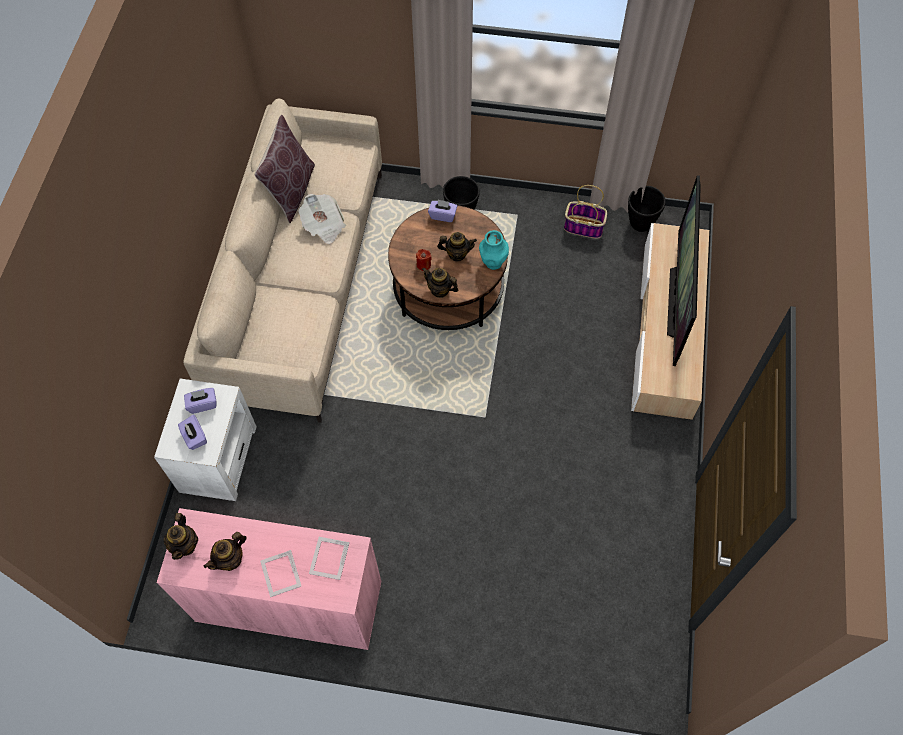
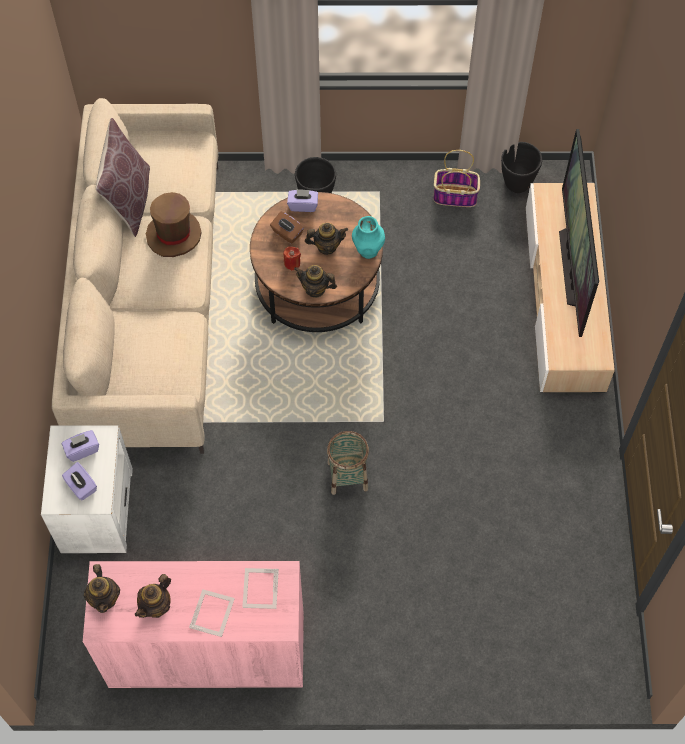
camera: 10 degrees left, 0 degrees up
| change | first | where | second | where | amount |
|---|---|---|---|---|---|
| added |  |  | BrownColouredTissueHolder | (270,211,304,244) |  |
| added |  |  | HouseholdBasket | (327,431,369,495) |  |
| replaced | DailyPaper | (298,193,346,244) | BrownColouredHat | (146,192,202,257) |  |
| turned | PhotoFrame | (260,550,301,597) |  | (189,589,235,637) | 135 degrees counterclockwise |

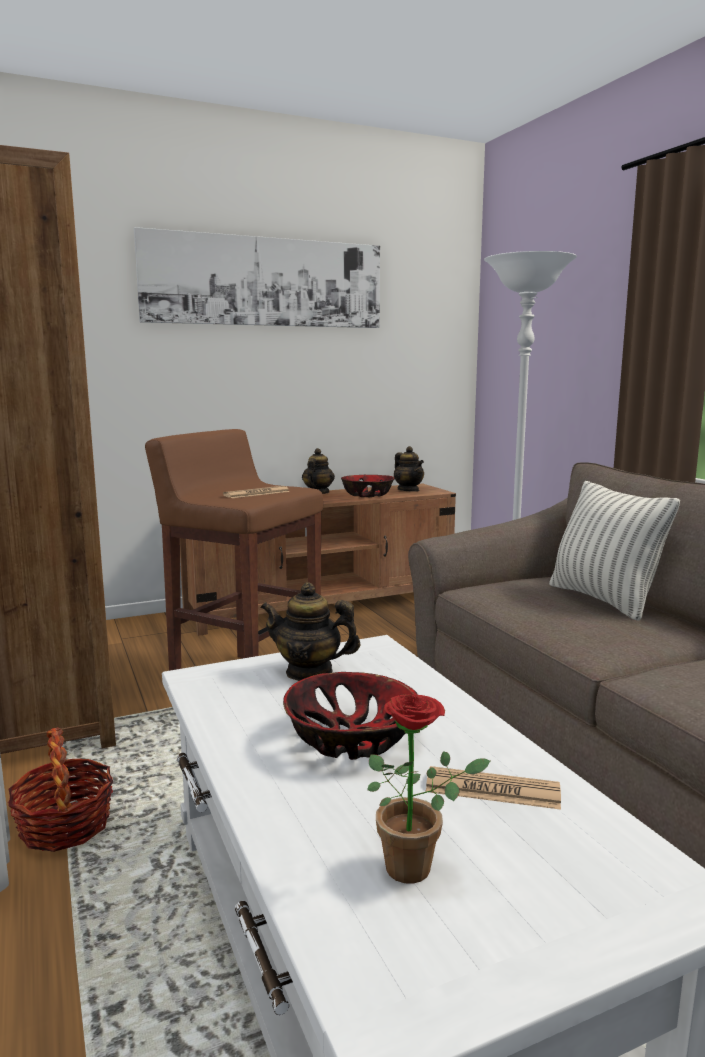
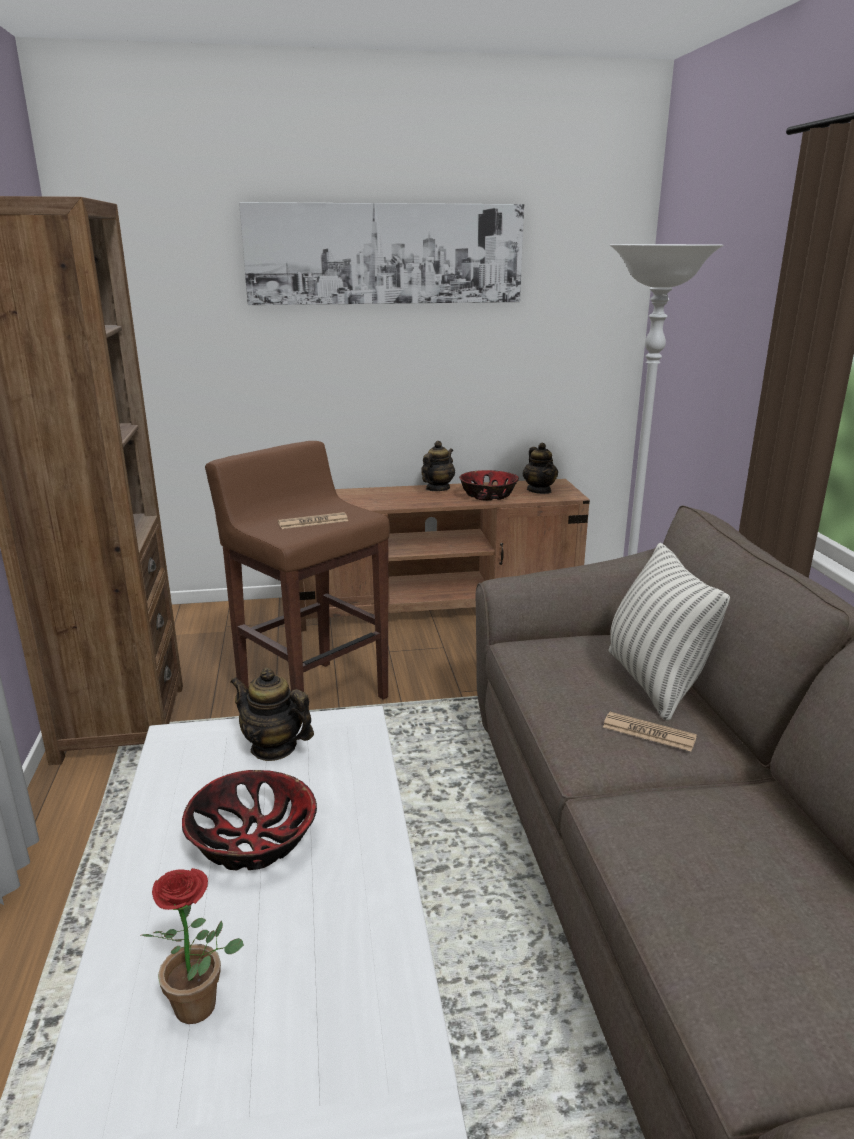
camera: 15 degrees right, 10 degrees up
| change | first | where | second | where | amount |
|---|---|---|---|---|---|
| removed | HouseholdBasket | (8,727,113,852) |  |  |  |
| moved | DailyPaper | (426,766,561,810) |  | (603,712,697,751) |  |

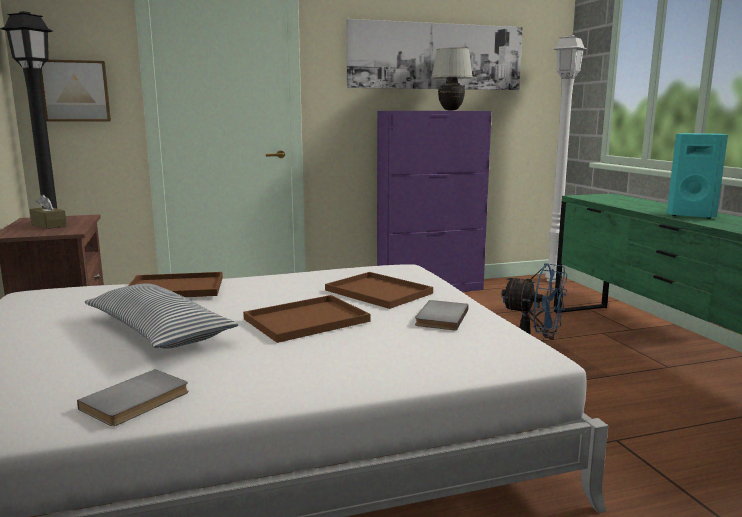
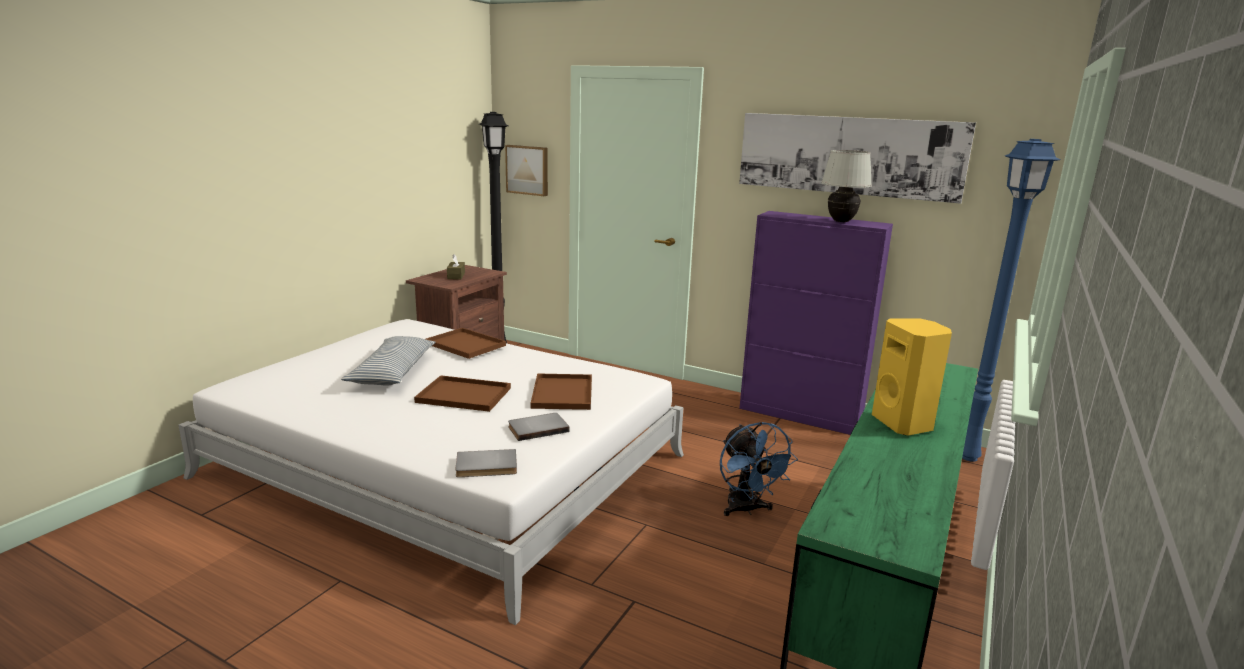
camera: 45 degrees right, 5 degrees up
| change | first | where | second | where | amount |
|---|---|---|---|---|---|
| moved | GreyBook | (77,369,188,426) |  | (455,449,517,477) |  |
| recoloured | WhiteColouredStandardLamp | (545,35,587,282) | BlueColouredStandardLamp | (962,139,1060,462) |  |
| recoloured | BlueGreenSpeaker | (667,133,728,219) | YellowColouredSpeaker | (872,319,952,436) |  |

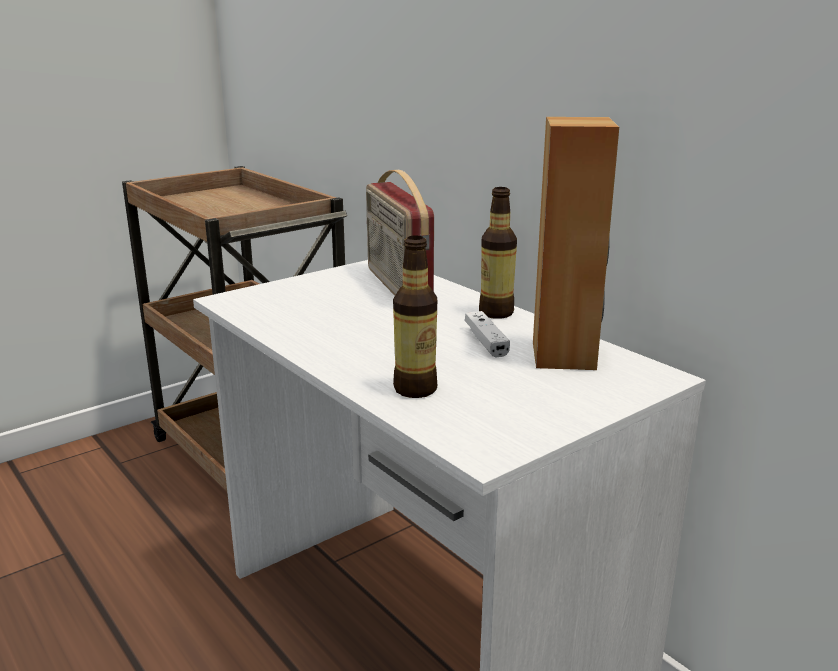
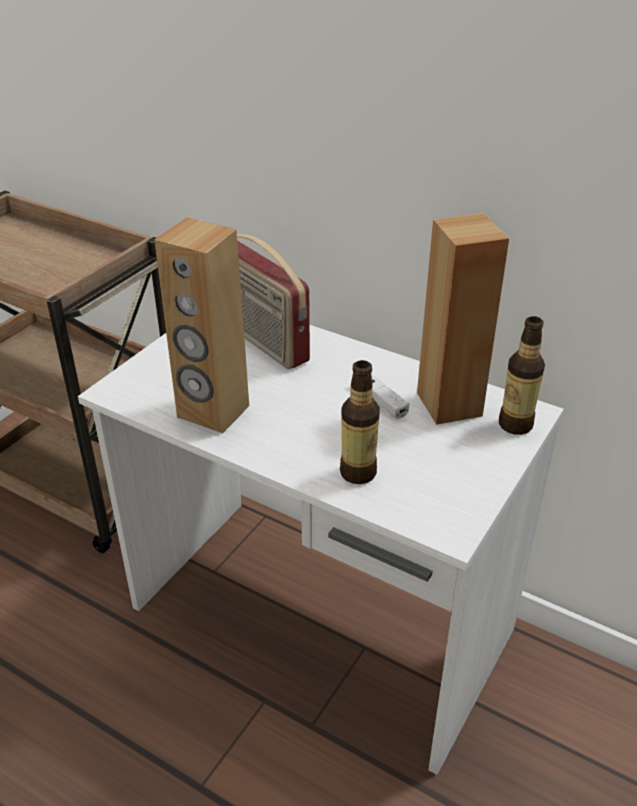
camera: 20 degrees left, 15 degrees up
| change | first | where | second | where | amount |
|---|---|---|---|---|---|
| added |  |  | BrownColouredSpeaker | (154,217,249,433) |  |
| moved | DrinkBottle | (479,187,517,319) |  | (499,316,545,435) |  |

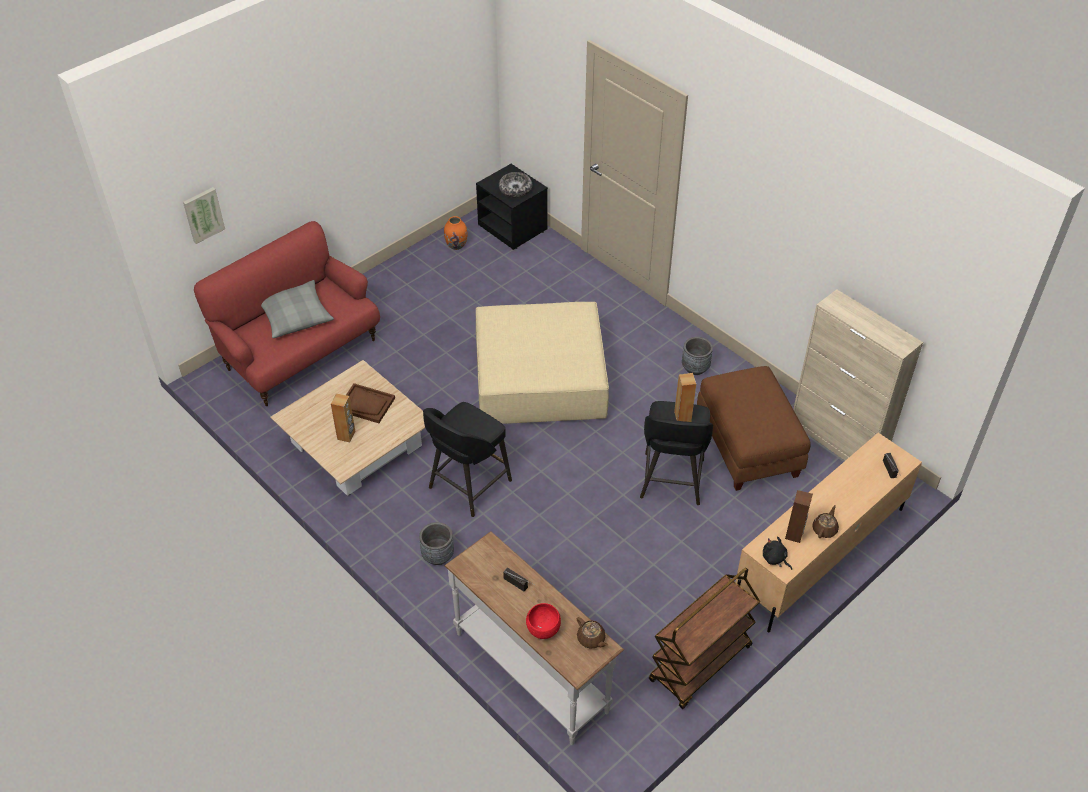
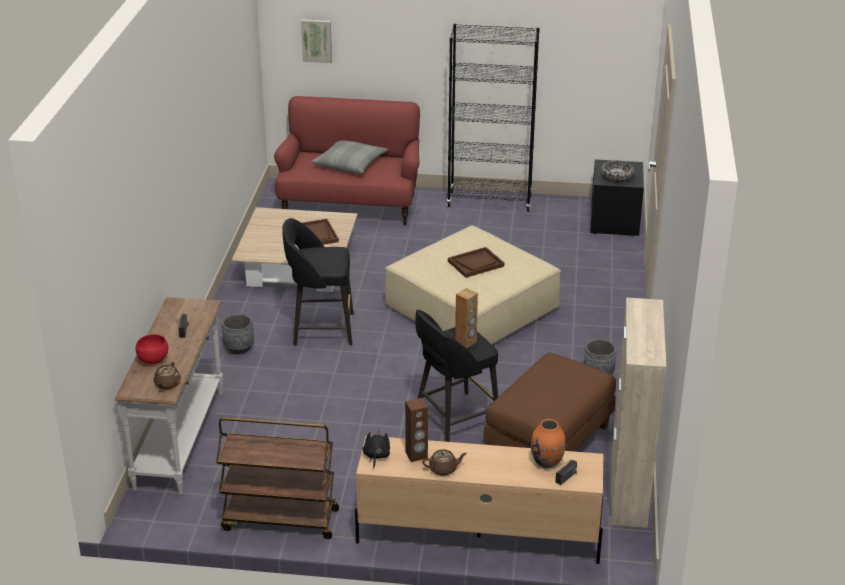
camera: 50 degrees right, 15 degrees down
| change | first | where | second | where | amount |
|---|---|---|---|---|---|
| removed | BrownColouredSpeaker | (331,394,355,442) |  |  |  |
| added |  |  | BlackishBookshelf | (447,24,540,212) |  |
| added |  |  | BrownColouredCarryingTray | (448,247,504,278) |  |
| moved | OrangeColouredDecorativeVase | (444,216,467,250) |  | (531,419,566,469) |  |

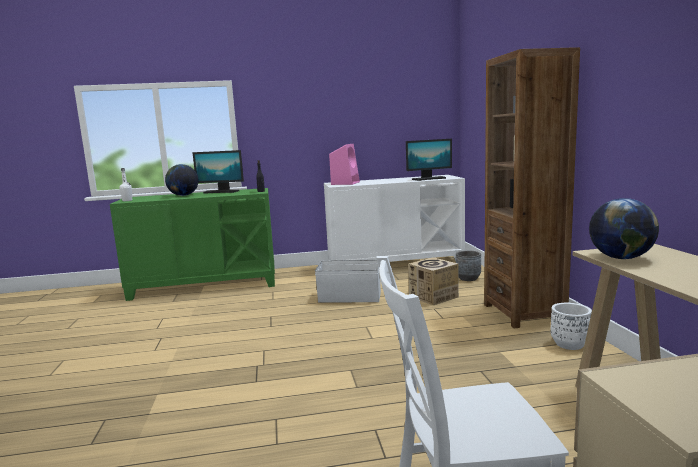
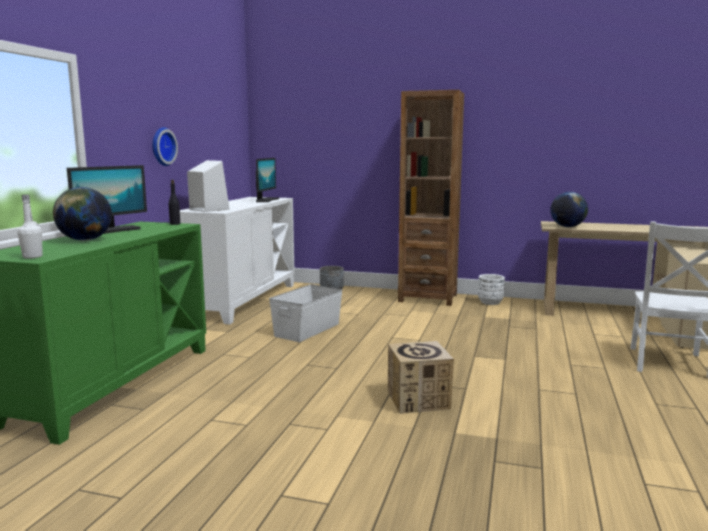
camera: 65 degrees left, 0 degrees up
| change | first | where | second | where | amount |
|---|---|---|---|---|---|
| added |  |  | ClockOnTheWall | (152,127,178,166) |  |
| moved | Carton | (408,257,459,305) |  | (388,341,454,414) |  |
| recoloured | PinkColouredSpeaker | (329,144,360,185) | WhiteColouredSpeaker | (187,160,230,212) |  |

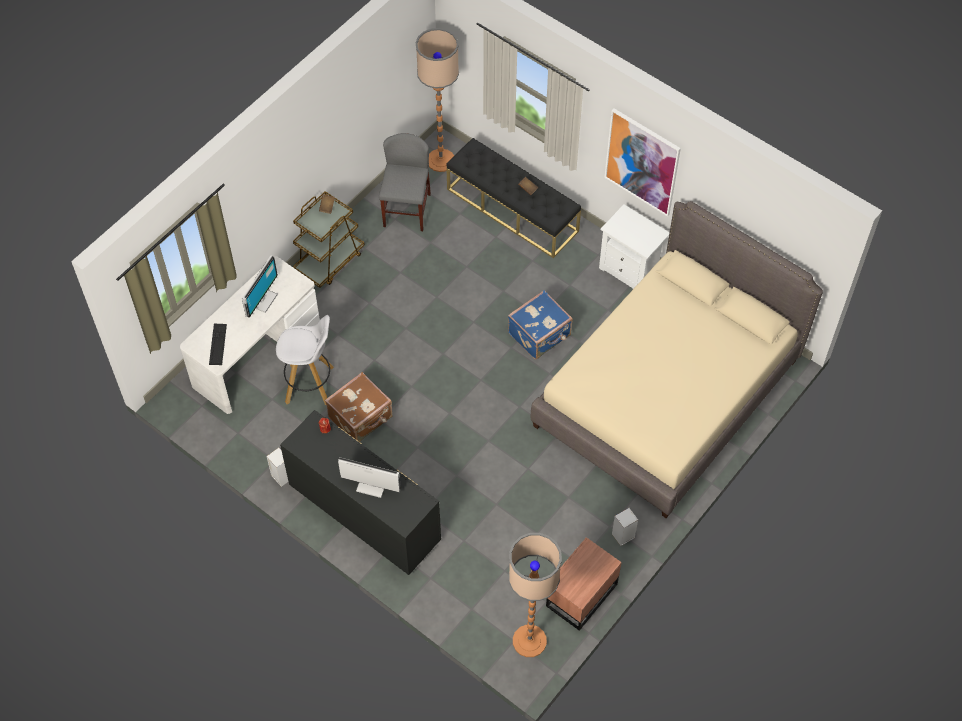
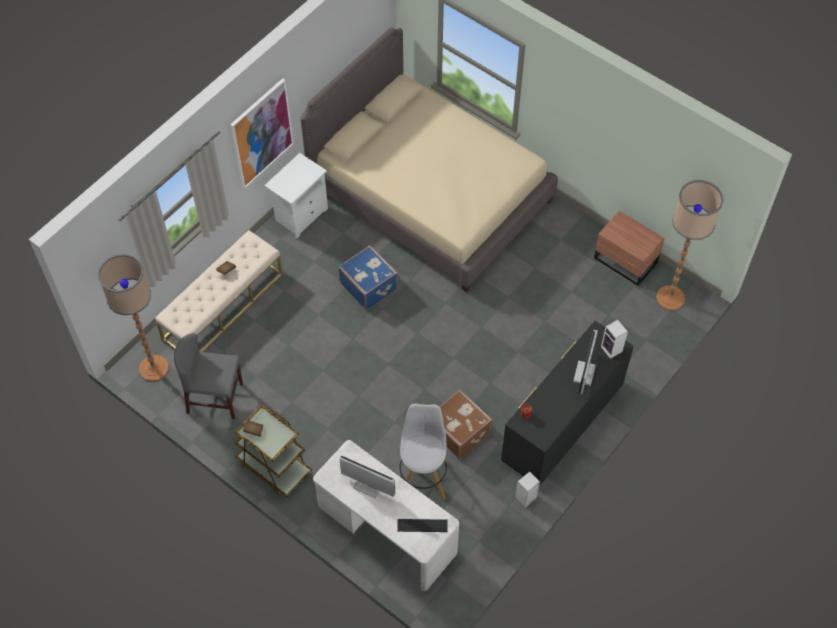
camera: 90 degrees left, 0 degrees up
| change | first | where | second | where | amount |
|---|---|---|---|---|---|
| moved | Speaker | (612,508,638,546) |  | (601,320,628,359) |  |
| recoloured | BlackishLongSeat | (446,138,581,258) | BeigeLongSeat | (155,230,283,352) |  |

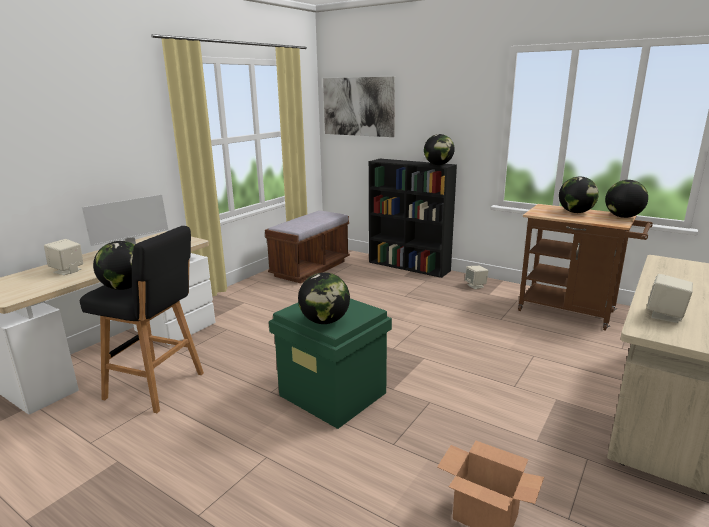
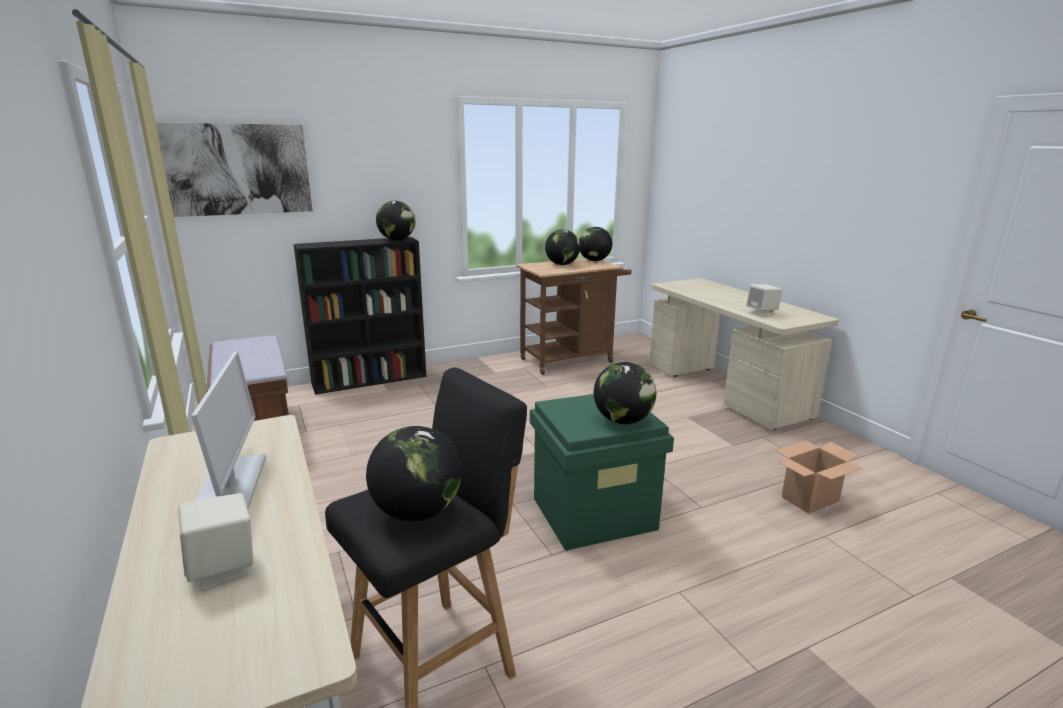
camera: 60 degrees left, 0 degrees up
| change | first | where | second | where | amount |
|---|---|---|---|---|---|
| removed | BeigeSpeaker | (465,266,488,289) |  |  |  |

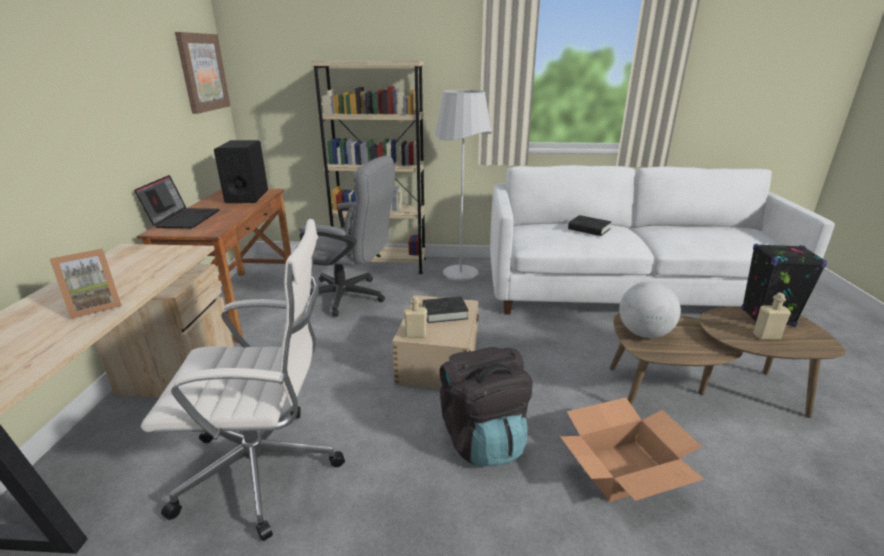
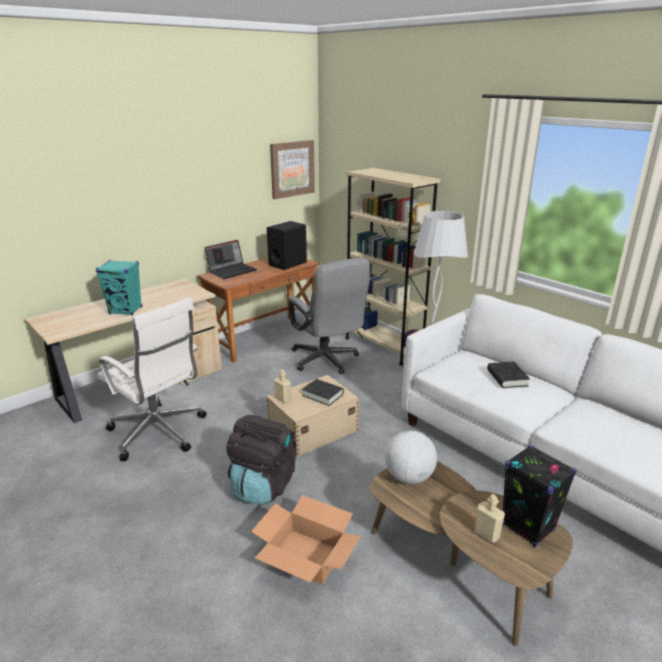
camera: 45 degrees right, 0 degrees up
| change | first | where | second | where | amount |
|---|---|---|---|---|---|
| replaced | PhotoFrame | (50,248,122,319) | BlueGreenSpeaker | (96,260,142,315) |  |

